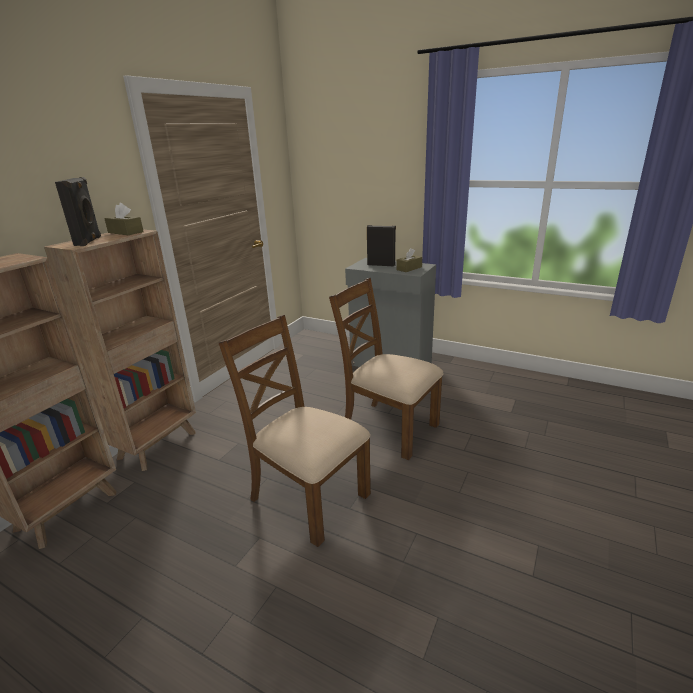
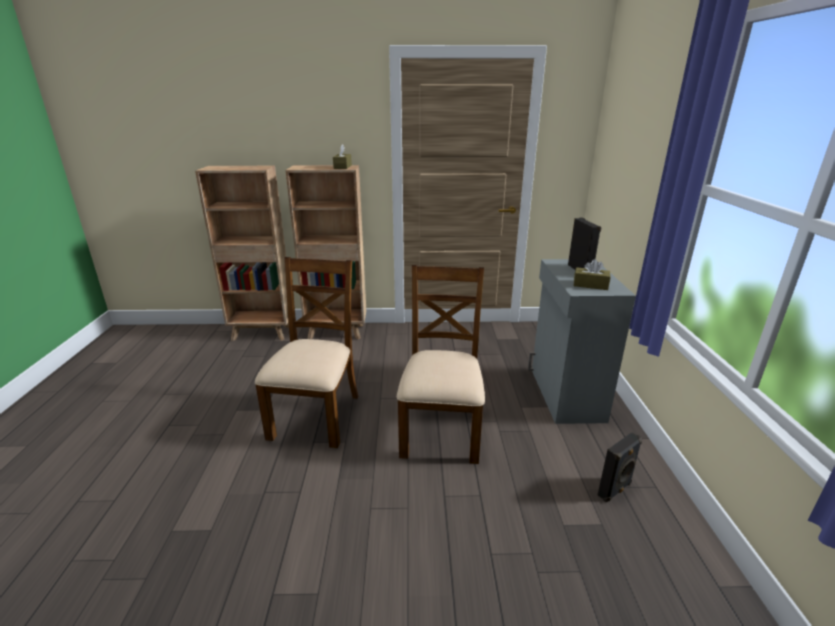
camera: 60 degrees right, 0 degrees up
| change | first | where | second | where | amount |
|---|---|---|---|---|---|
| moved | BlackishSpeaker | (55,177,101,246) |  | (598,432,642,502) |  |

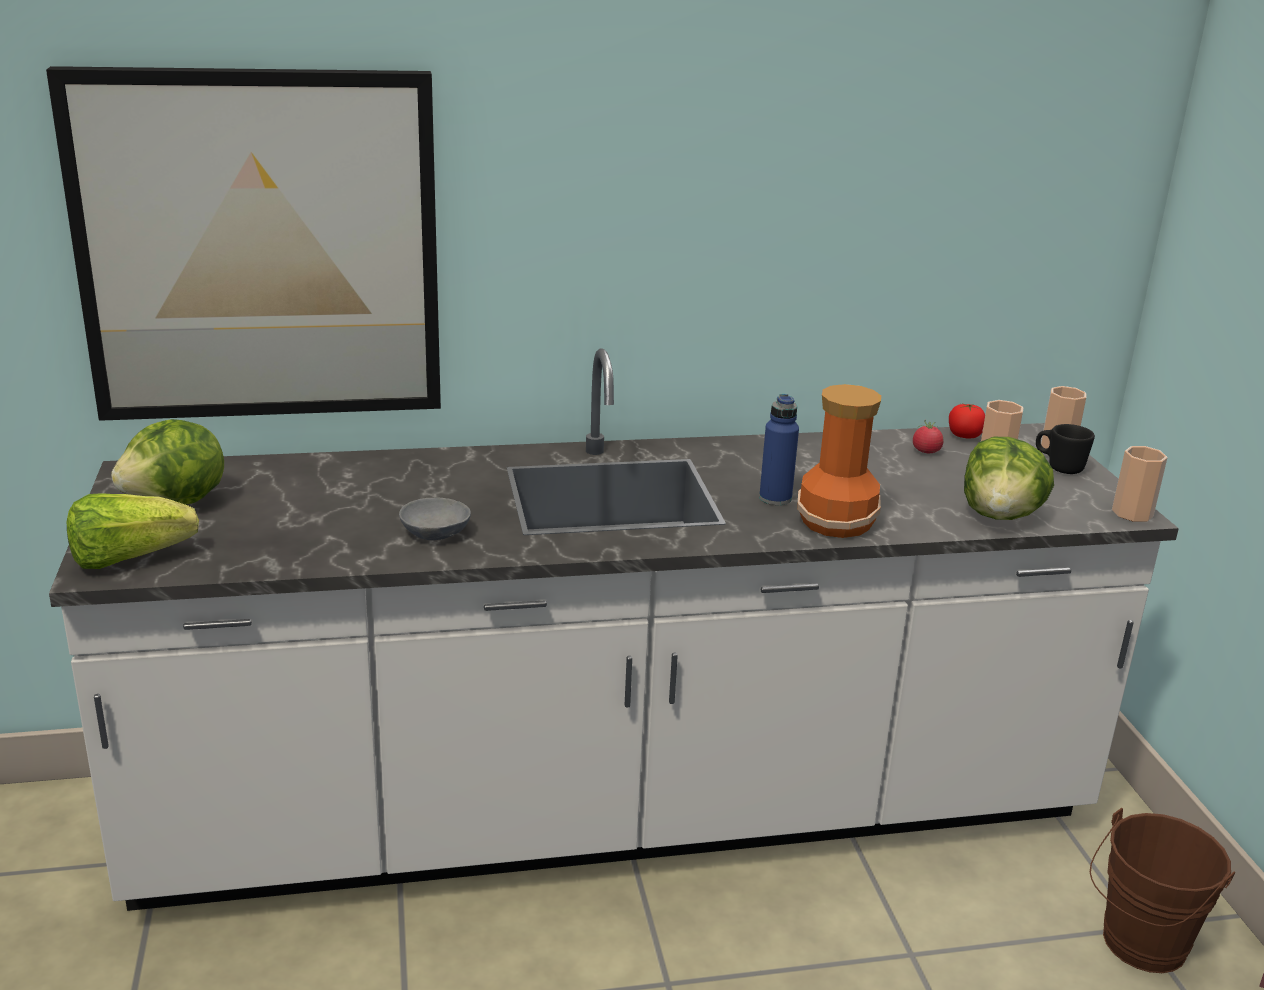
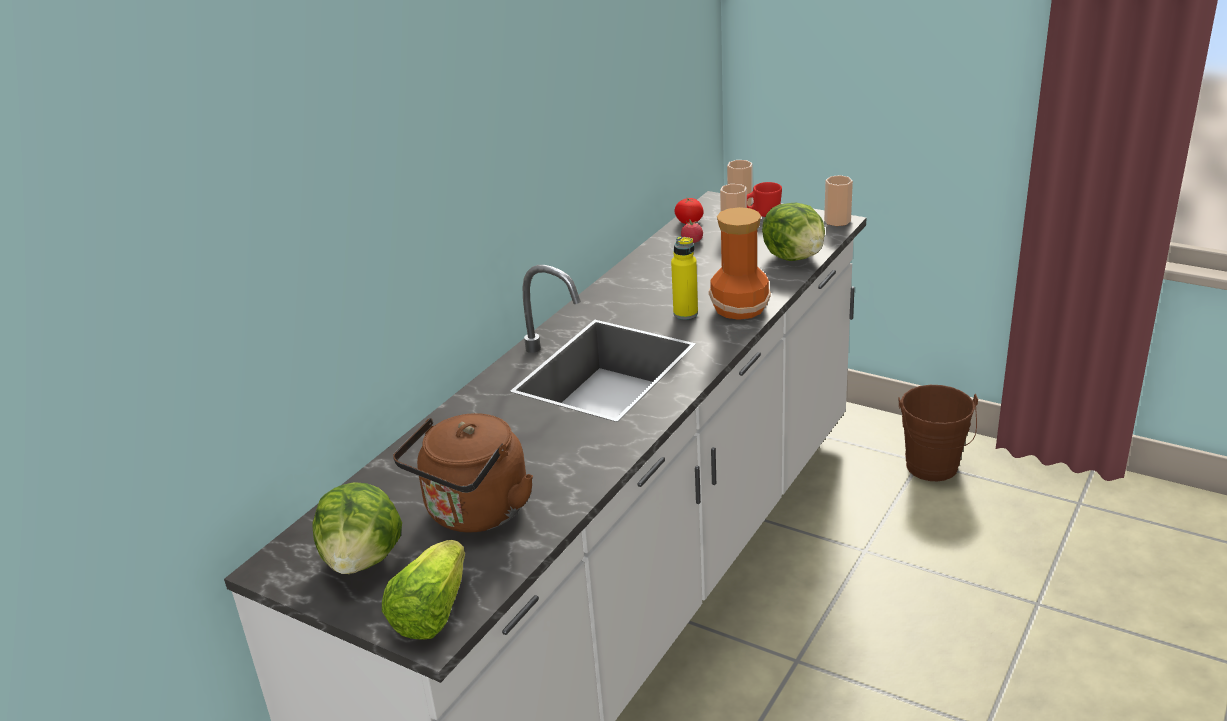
camera: 45 degrees left, 5 degrees up
| change | first | where | second | where | amount |
|---|---|---|---|---|---|
| removed | WallPicture | (46,66,441,421) |  |  |  |
| removed | GreyDeepDish | (399,498,471,540) |  |  |  |
| added |  |  | BrownColouredKettle | (393,413,533,533) |  |
| recoloured | BlueColouredDrinkBottle | (759,394,799,505) | YellowColouredDrinkBottle | (671,236,698,319) |  |
| recoloured | BlackishMug | (1036,424,1095,474) | RedMug | (747,182,782,217) |  |

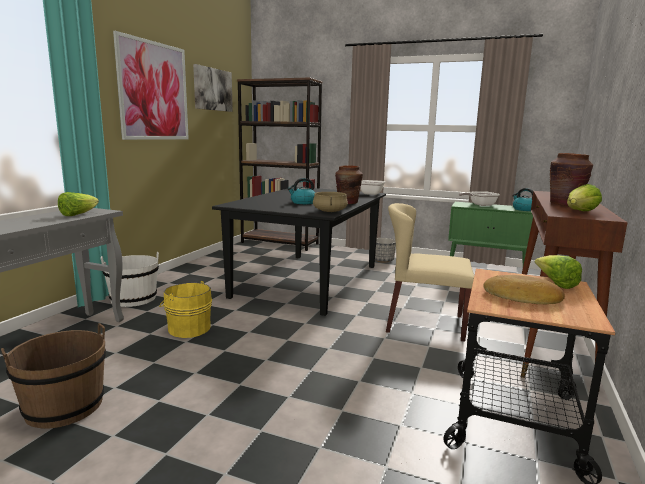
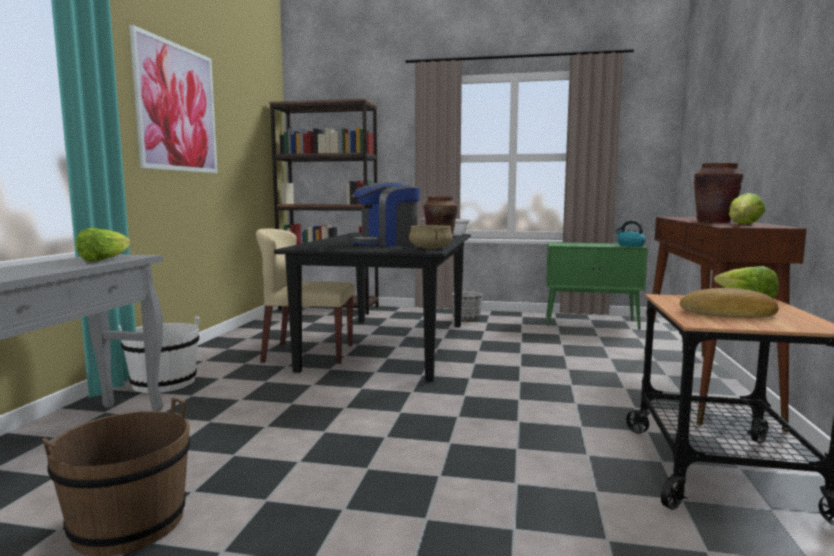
camera: 10 degrees left, 5 degrees down
| change | first | where | second | where | amount |
|---|---|---|---|---|---|
| removed | YellowColouredWaterBucket | (159,281,212,338) |  |  |  |
| removed | WallPicture | (193,64,233,112) |  |  |  |
| removed | Skillet | (459,191,500,206) |  |  |  |
| moved | BeigeUprightChair | (386,203,474,342) |  | (256,228,355,364) |  |
| replaced | Kettle | (288,178,315,204) | CoffeeBrewer | (348,182,420,246) |  |

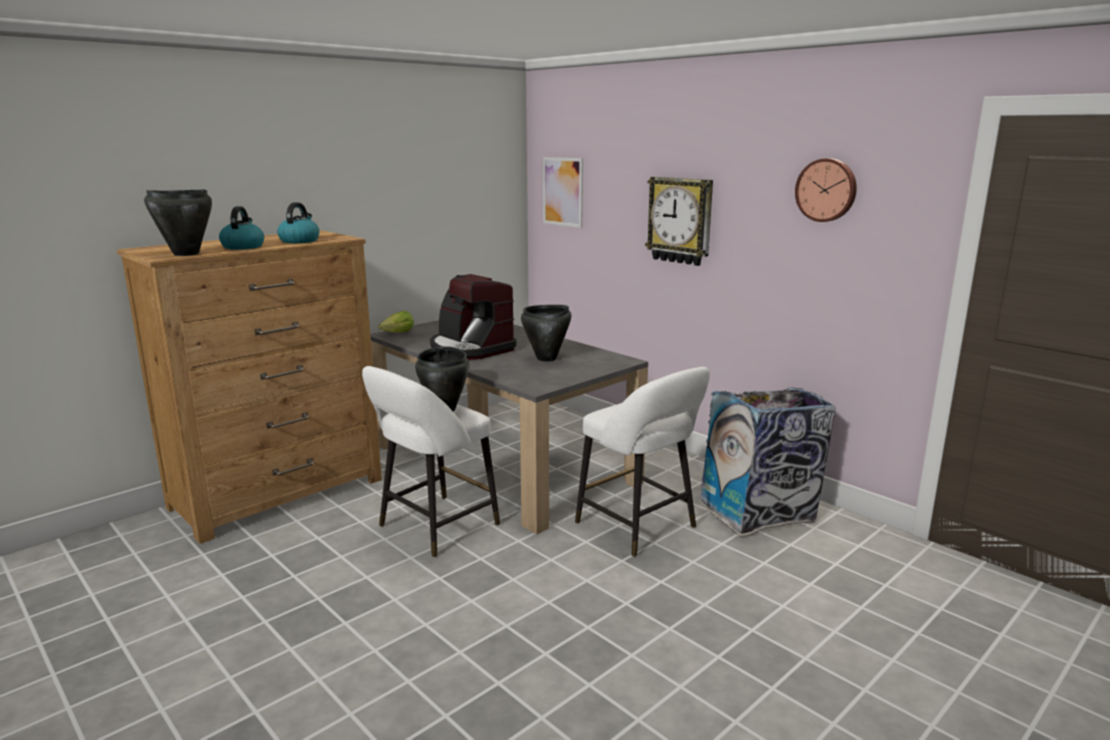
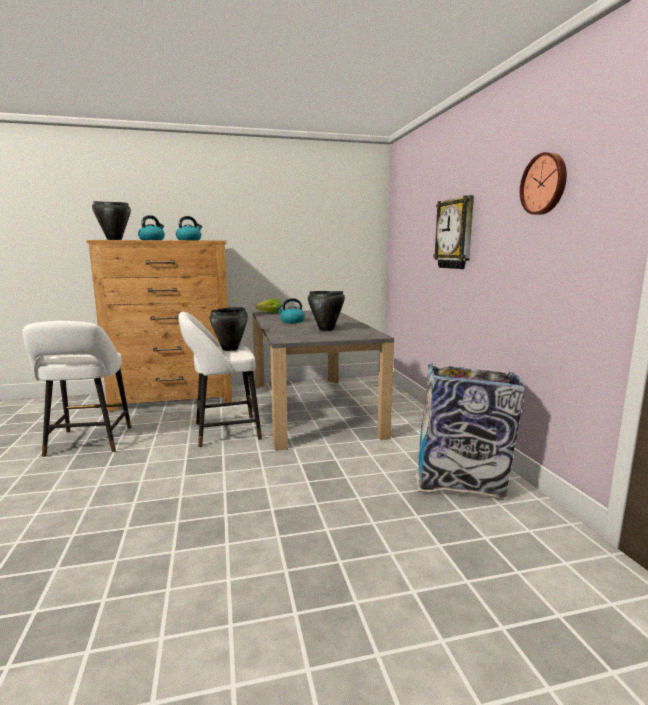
camera: 30 degrees right, 5 degrees down
| change | first | where | second | where | amount |
|---|---|---|---|---|---|
| removed | WallPicture | (543,157,583,228) |  |  |  |
| moved | WhiteColouredSittingStool | (575,367,710,557) |  | (23,321,131,457) |  |
| replaced | CoffeeBrewer | (430,274,516,360) | Kettle | (276,298,305,323) |  |

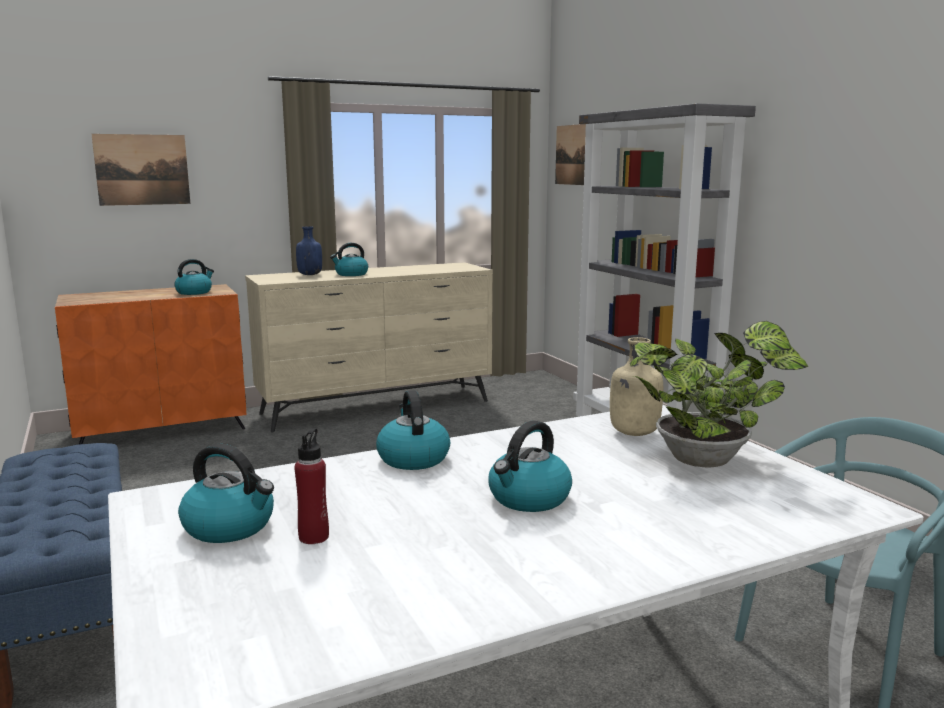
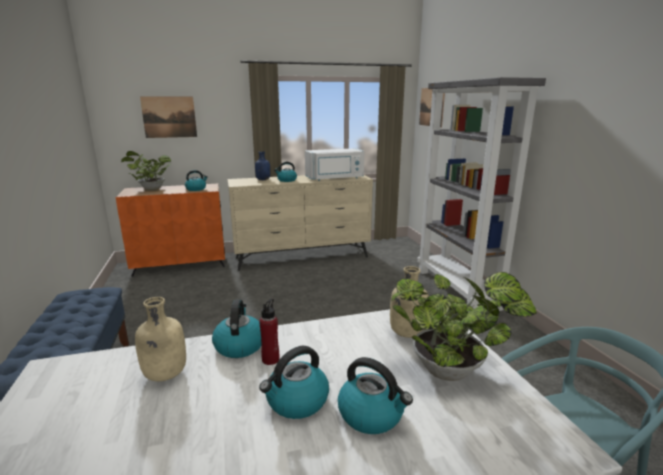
camera: 10 degrees right, 5 degrees up
| change | first | where | second | where | amount |
|---|---|---|---|---|---|
| added |  |  | PottedPlant | (121,151,171,190) |  |
| added |  |  | BeigeDrinkBottle | (135,297,186,381) |  |
| added |  |  | WhiteColouredMicrowaveOven | (305,148,364,181) |  |
| moved | Kettle | (178,444,274,543) |  | (338,357,413,434) |  |
| moved | RedDrinkBottle | (295,428,329,544) |  | (259,299,279,365) |  |

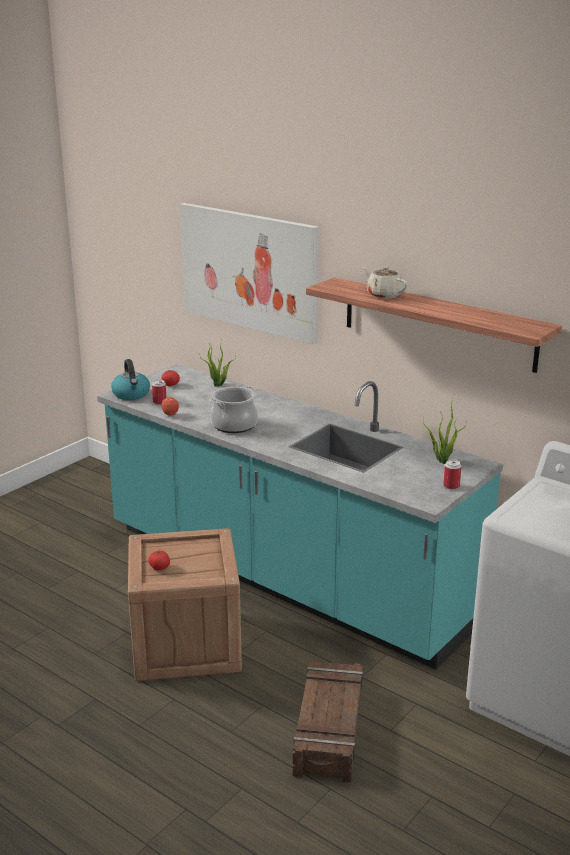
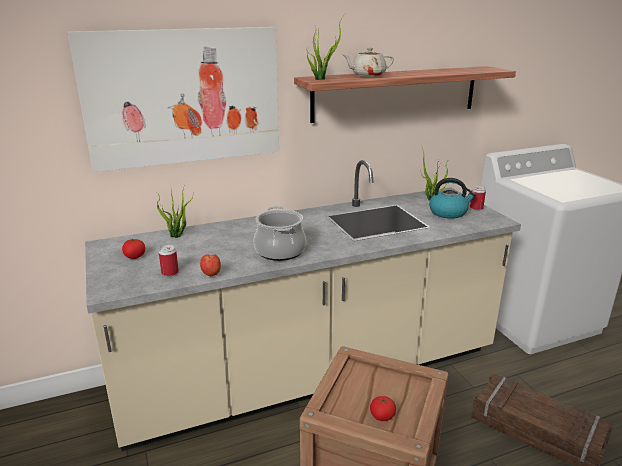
camera: 60 degrees left, 0 degrees up
| change | first | where | second | where | amount |
|---|---|---|---|---|---|
| added |  |  | PottedPlant | (306,13,346,80) |  |
| moved | Kettle | (111,359,150,400) |  | (429,178,476,219) |  |
| recoloured | BlueGreenKitchenCounter | (97,364,503,670) | BeigeKitchenCounter | (85,160,521,451) |  |

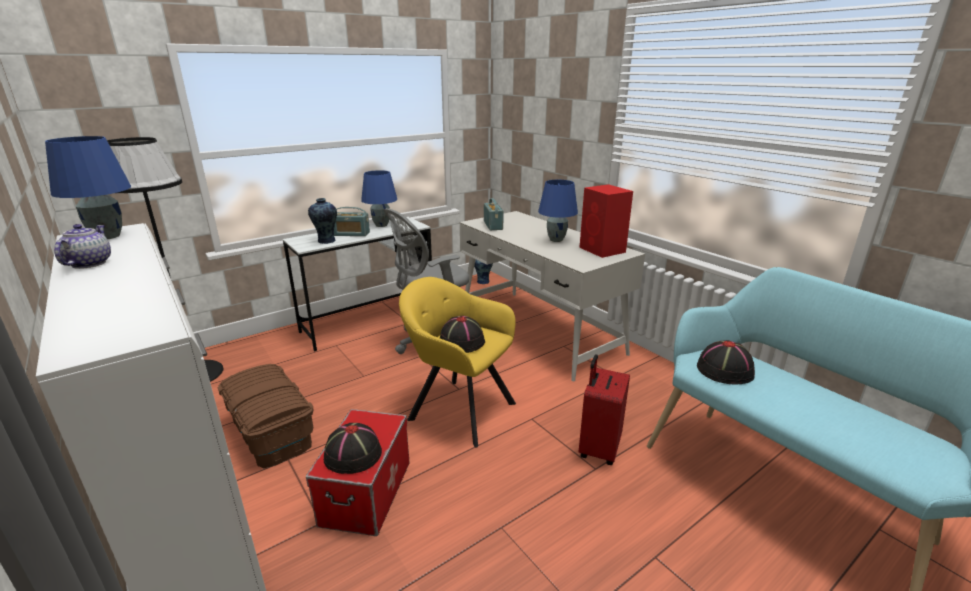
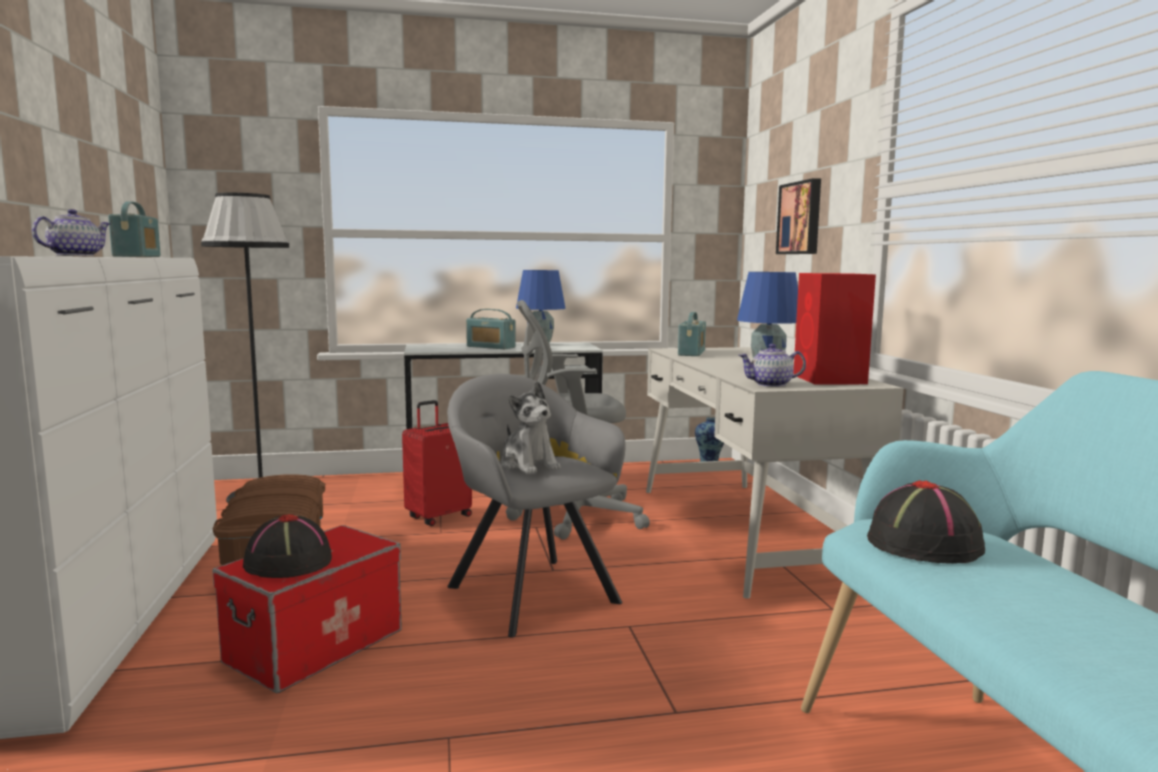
camera: 25 degrees right, 15 degrees down
| change | first | where | second | where | amount |
|---|---|---|---|---|---|
| removed | DecorativeVase | (308,198,337,244) |  |  |  |
| added |  |  | PotForTea | (739,344,806,387) |  |
| added |  |  | WallPicture | (776,178,821,254) |  |
| moved | RedPieceOfLuggage | (579,354,630,465) |  | (402,400,472,526) |  |
| replaced | BlueColouredTableLamp | (45,136,131,239) | Radio | (108,201,161,257) |  |
| replaced | BlackishHat | (440,315,485,353) | SoftToy | (501,381,561,474) |  |
| recoloured | YellowColouredEasyChair | (399,277,516,447) | GreyEasyChair | (447,374,626,638) |  |

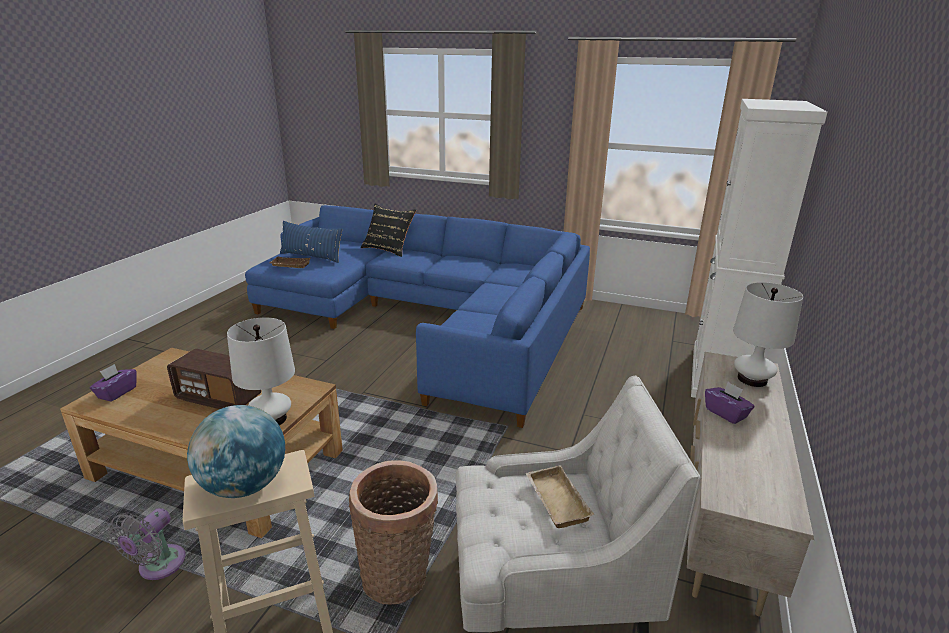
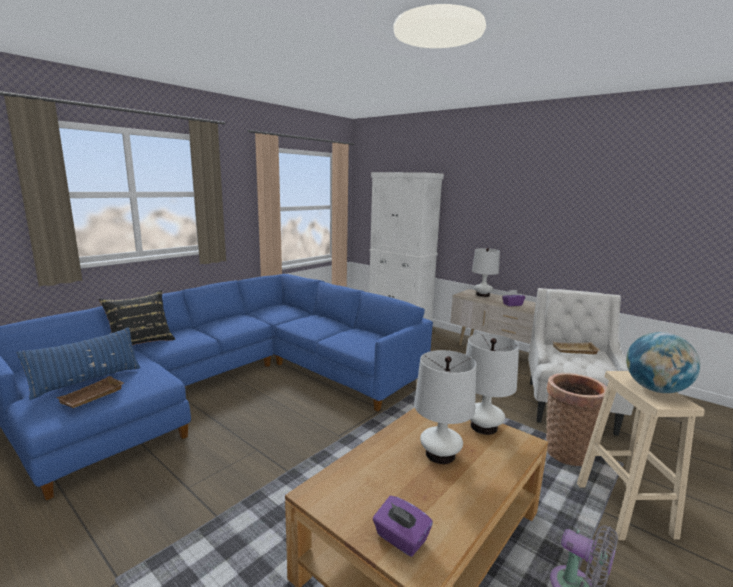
camera: 70 degrees left, 10 degrees down
| change | first | where | second | where | amount |
|---|---|---|---|---|---|
| replaced | Radio | (167,349,261,409) | WhiteColouredTableLamp | (414,350,477,464) |  |

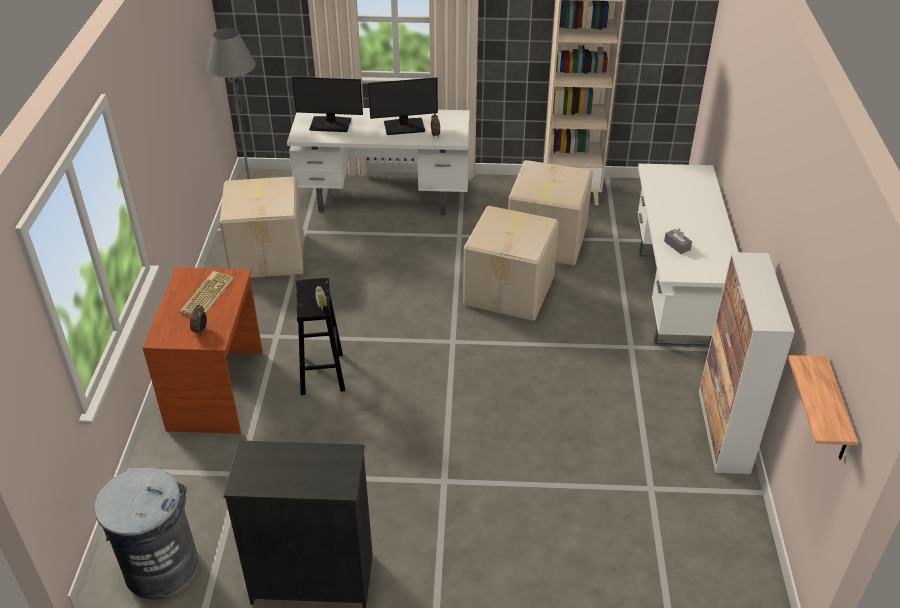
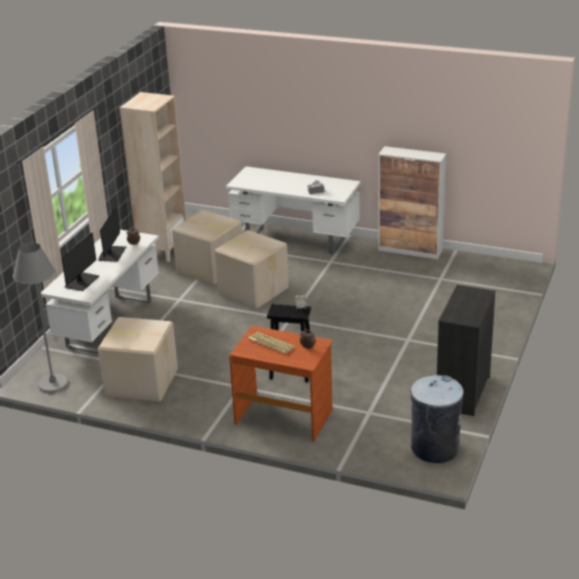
camera: 70 degrees left, 10 degrees down
| change | first | where | second | where | amount |
|---|---|---|---|---|---|
| removed | BracketShelf | (788,355,858,460) |  |  |  |

